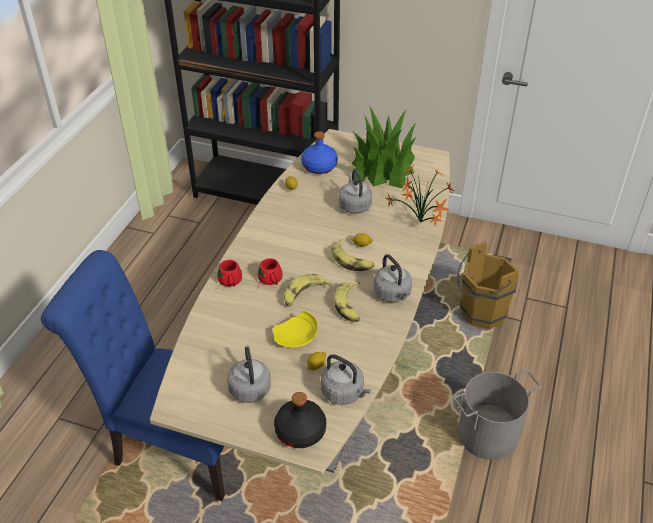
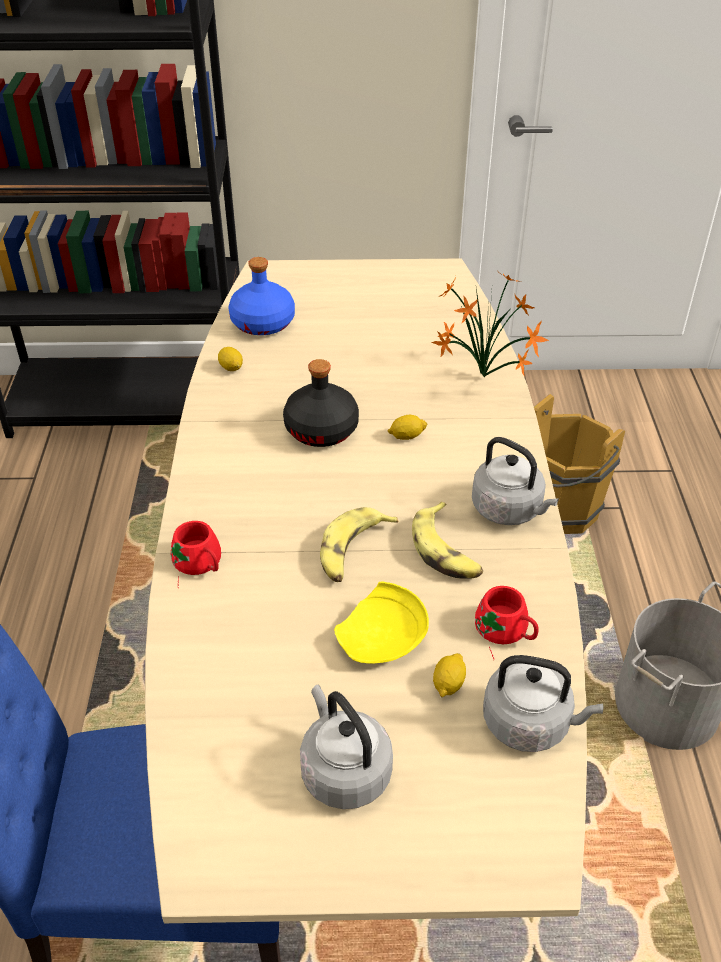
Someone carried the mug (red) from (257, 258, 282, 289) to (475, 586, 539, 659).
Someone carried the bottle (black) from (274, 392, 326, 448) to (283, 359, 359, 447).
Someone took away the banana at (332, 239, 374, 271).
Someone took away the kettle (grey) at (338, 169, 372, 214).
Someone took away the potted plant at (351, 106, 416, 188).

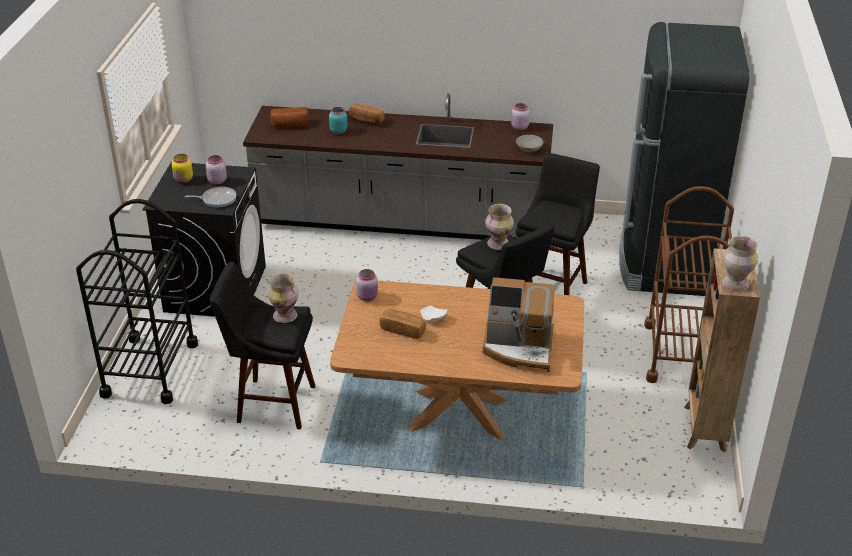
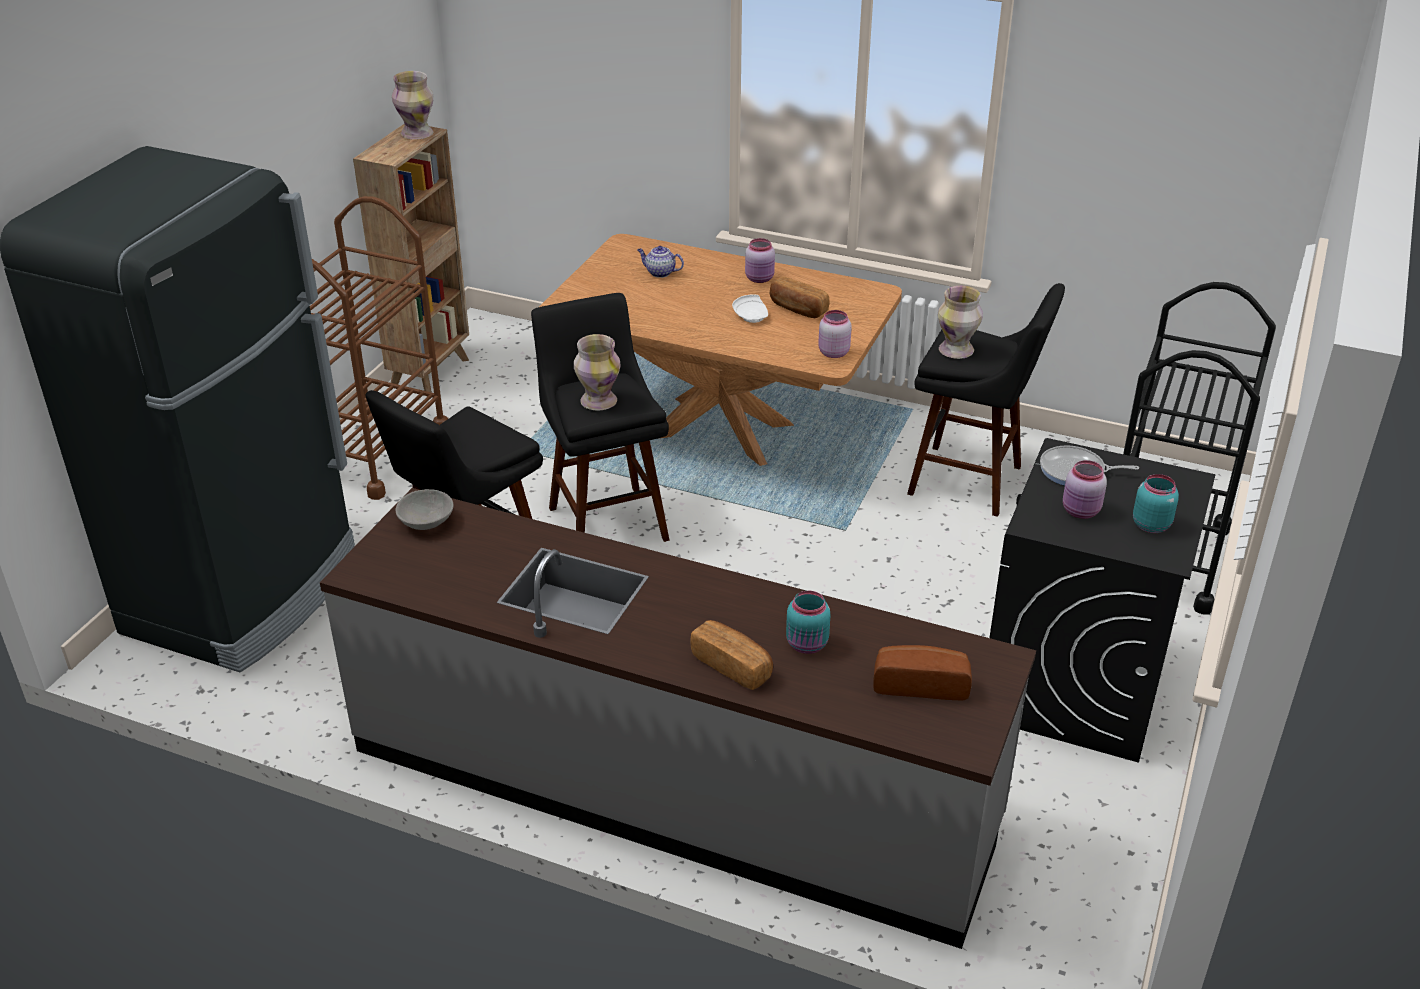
Someone repainted the jar (yellow) at (172, 154, 193, 183), which became the jar (turquoise) at (1133, 474, 1179, 533).
Someone swapped the coffee machine at (483, 277, 555, 372) for the teapot at (637, 246, 684, 278).
Someone carried the jar (pink) from (511, 103, 530, 130) to (745, 238, 775, 283).

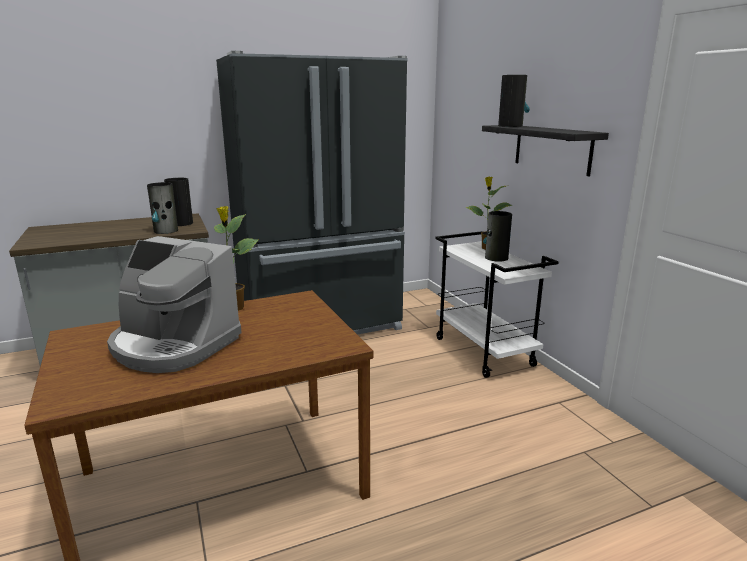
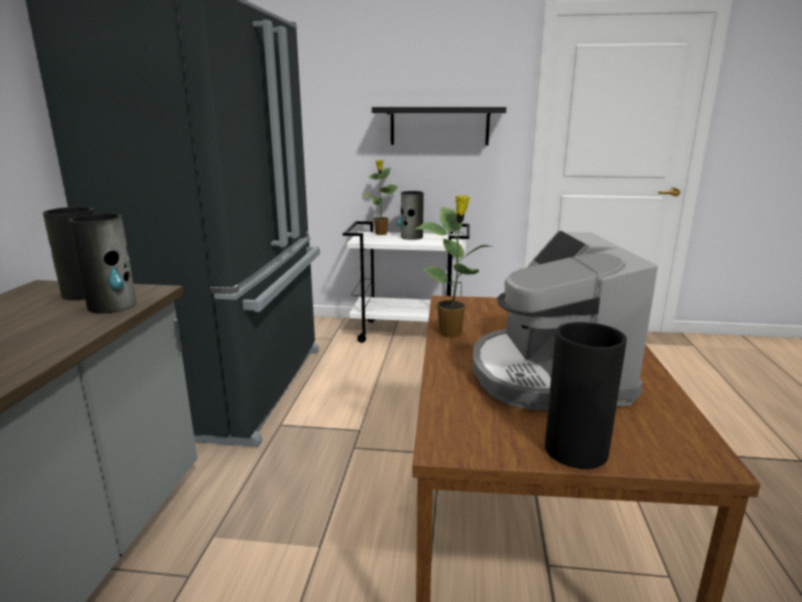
Someone rotated the coffee machine at (107, 236, 242, 373) by 120 degrees clockwise.
Someone carried the vase from (498, 75, 530, 127) to (545, 322, 627, 469).

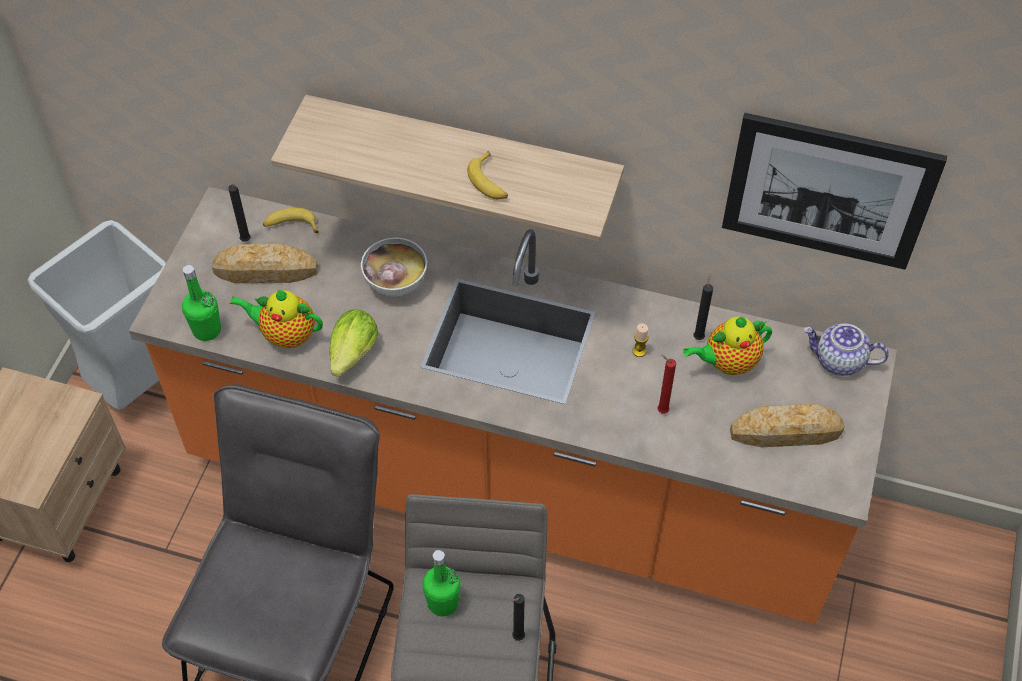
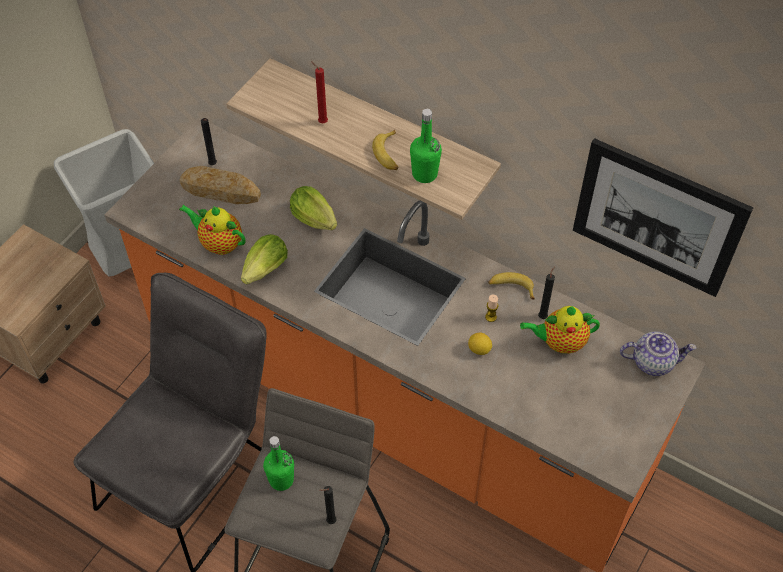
Someone carried the bottle (green) from (182, 265, 221, 341) to (410, 109, 442, 183).
Someone carried the banana from (263, 208, 319, 233) to (488, 272, 535, 299).
Someone swapped the bowl at (361, 238, 427, 297) for the lettuce at (290, 186, 337, 230).
Someone carried the candle (red) from (658, 355, 676, 414) to (311, 61, 328, 123).
Someone took away the bread at (730, 403, 845, 447).
Someone rotated the teapot at (803, 323, 889, 376) by 150 degrees clockwise.
Someone put down the lemon at (468, 333, 492, 355).

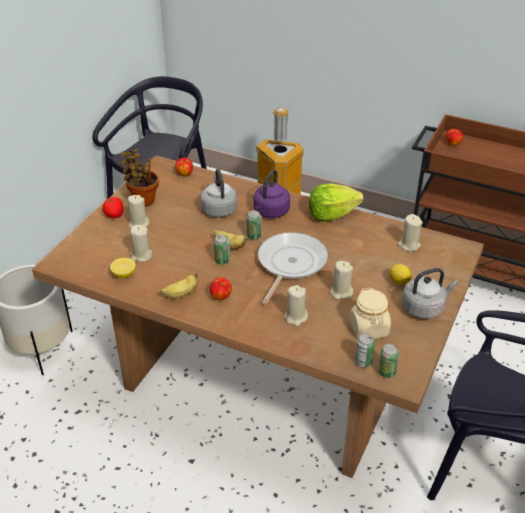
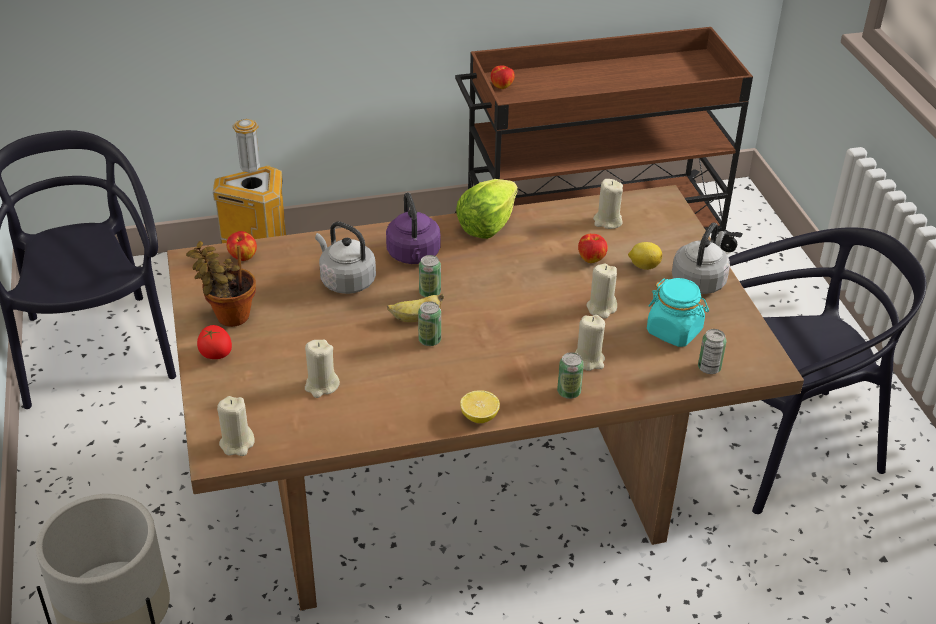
Someone carried the lemon from (110, 258, 136, 278) to (460, 390, 500, 423).
Someone carried the candle (beige) from (127, 195, 150, 228) to (217, 396, 255, 456).
Someone took away the banana at (160, 273, 198, 299).
Someone carried the apple from (210, 278, 232, 300) to (578, 234, 608, 263).
Someone took away the frying pan at (258, 232, 328, 304).
Someone repainted the jar (beige) at (349, 288, 391, 339), which became the jar (turquoise) at (647, 278, 709, 347).
Someone carried the can from (378, 344, 399, 378) to (557, 352, 584, 399).

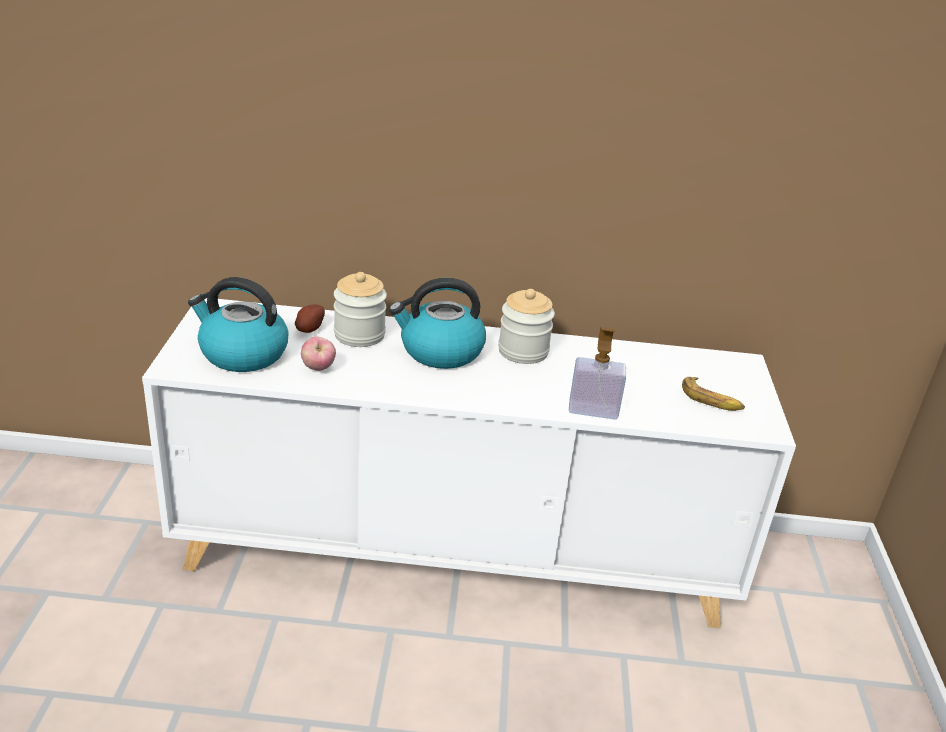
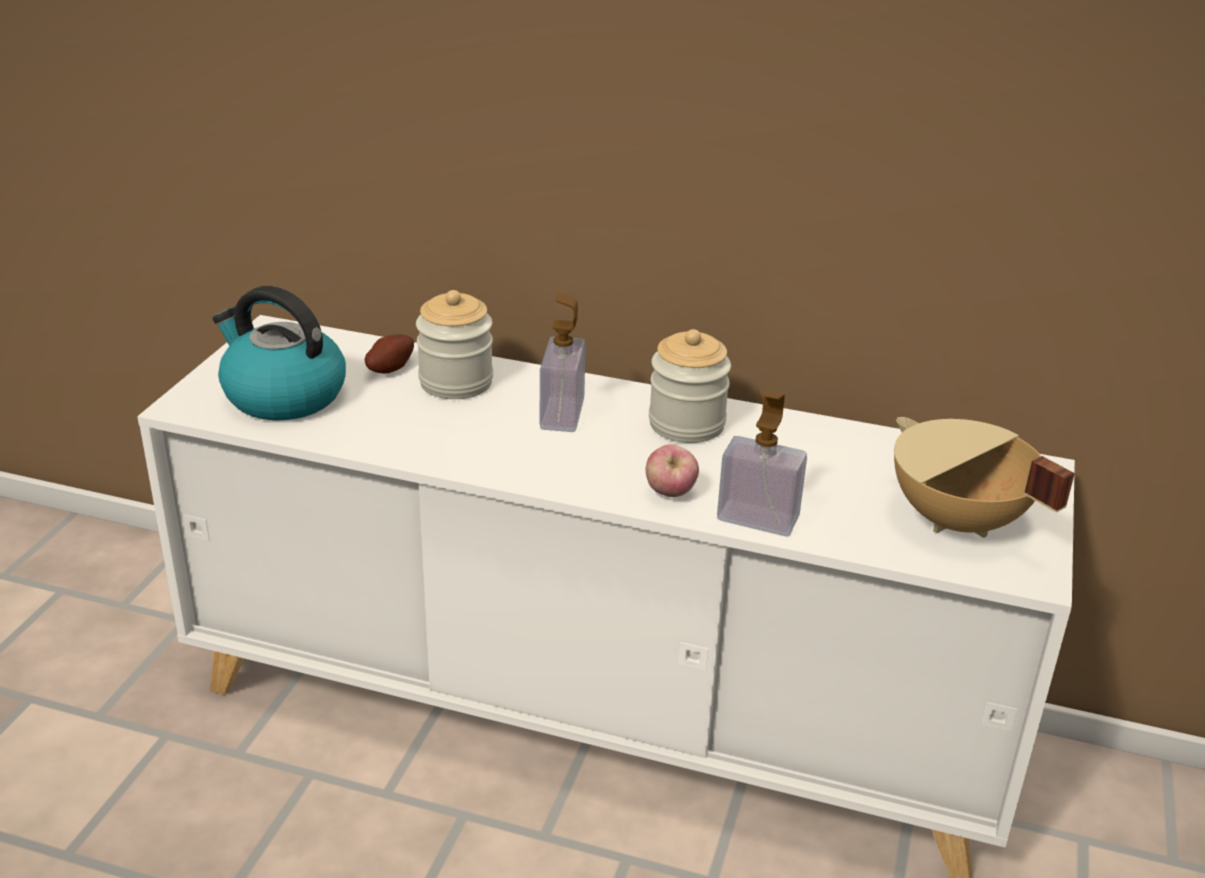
Someone carried the apple from (301, 336, 336, 371) to (645, 444, 699, 497).
Someone swapped the kettle at (389, 278, 486, 369) for the soap dispenser at (540, 293, 586, 432).
Someone swapped the banana at (682, 377, 745, 411) for the cooking pot (beige) at (894, 417, 1075, 538).

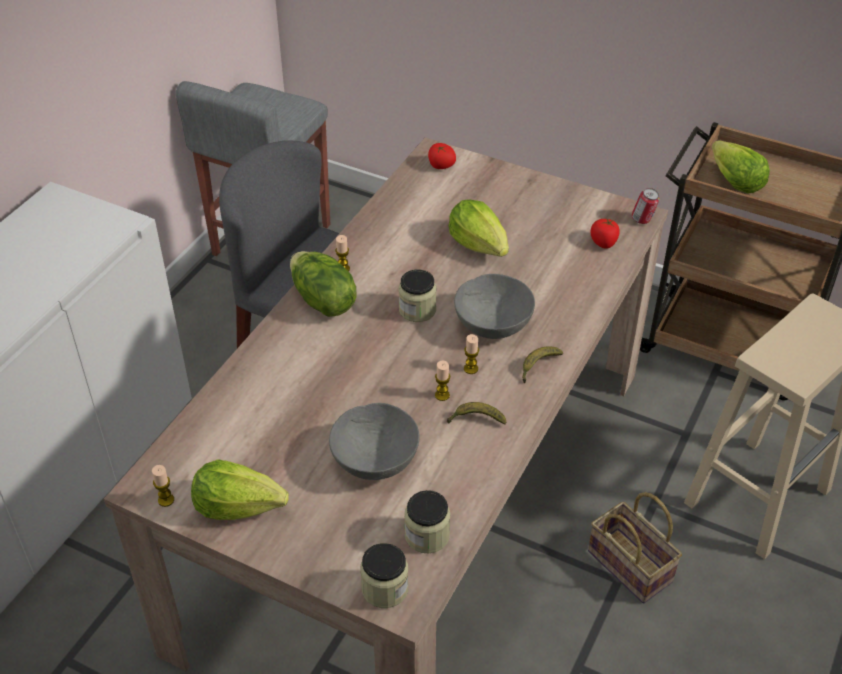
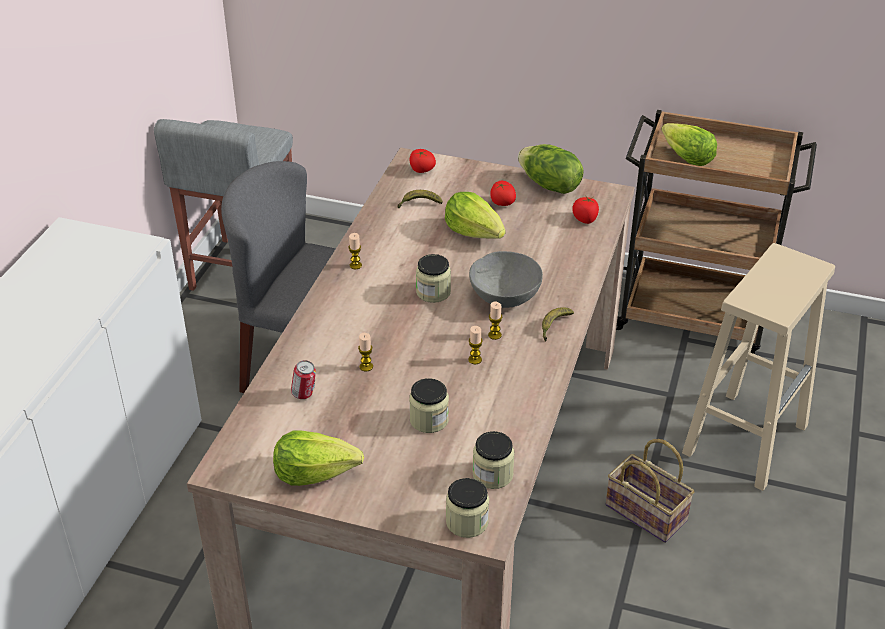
Someone carried the candle from (152, 465, 174, 507) to (358, 333, 373, 372).
Someone carried the lettuce from (290, 251, 357, 317) to (518, 144, 584, 194).
Someone swapped the bowl (grey) at (329, 403, 420, 480) for the jar at (409, 378, 449, 433).
Someone carried the banana from (447, 402, 506, 425) to (397, 190, 443, 208).
Someone carried the can from (632, 188, 659, 224) to (291, 360, 316, 399).
Someone put down the tomato at (490, 181, 516, 206).

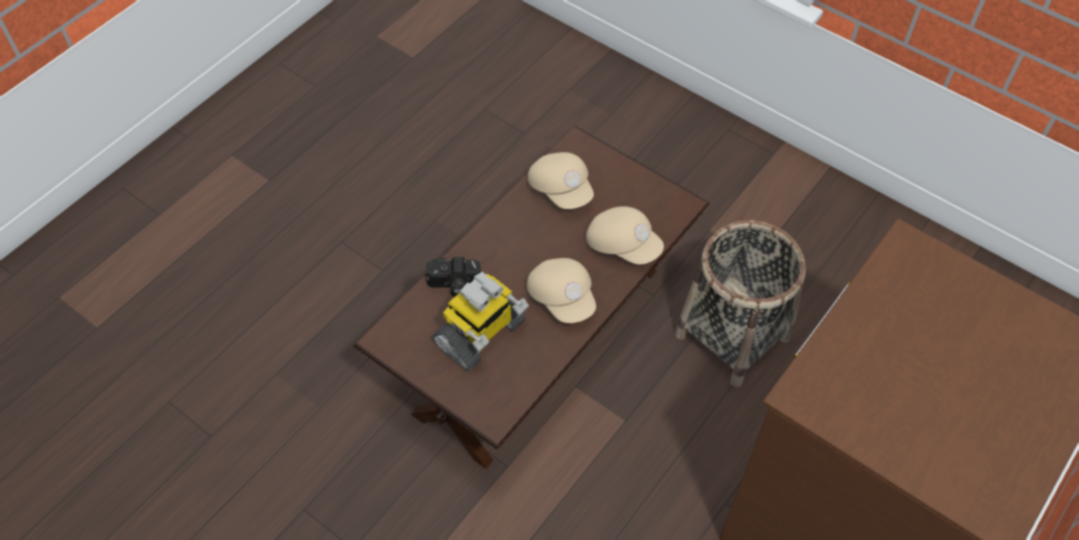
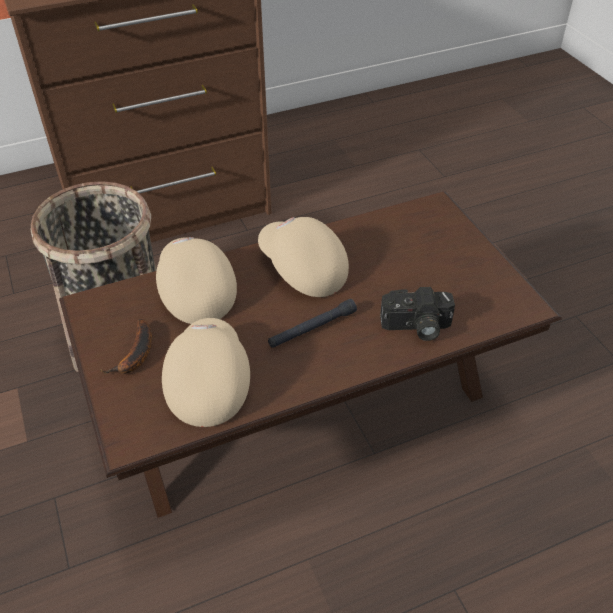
Someone rotated the photo camera at (425, 257, 481, 297) by 150 degrees clockwise.
Someone took away the toy robot at (432, 272, 529, 372).
Someone rotated the cap (beige) at (527, 258, 596, 323) by 45 degrees counterclockwise.
Someone put down the banana at (100, 319, 152, 374).
Someone put down the flashlight (black) at (268, 299, 357, 348).

